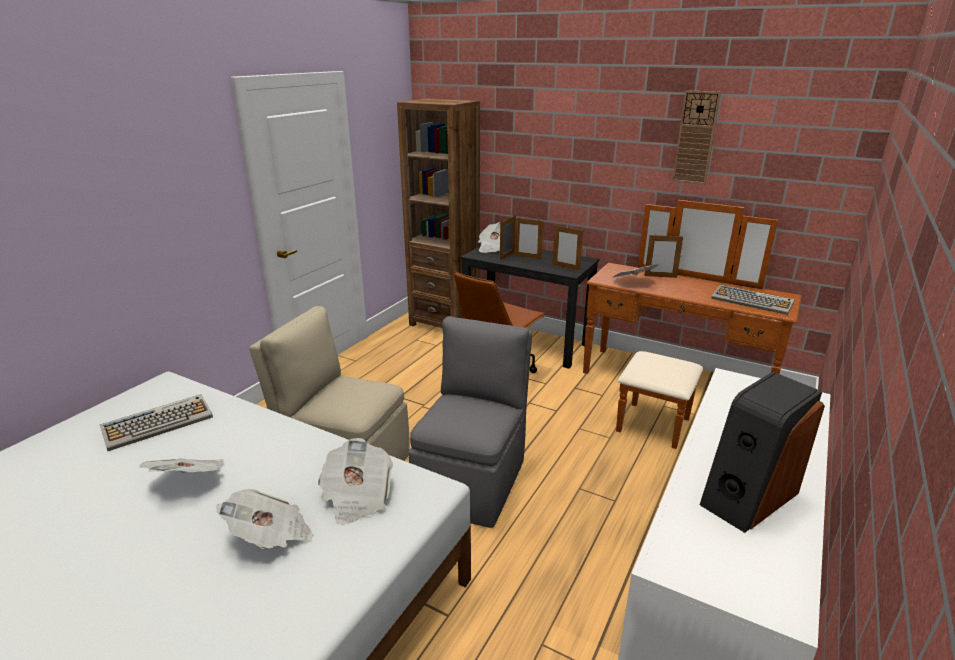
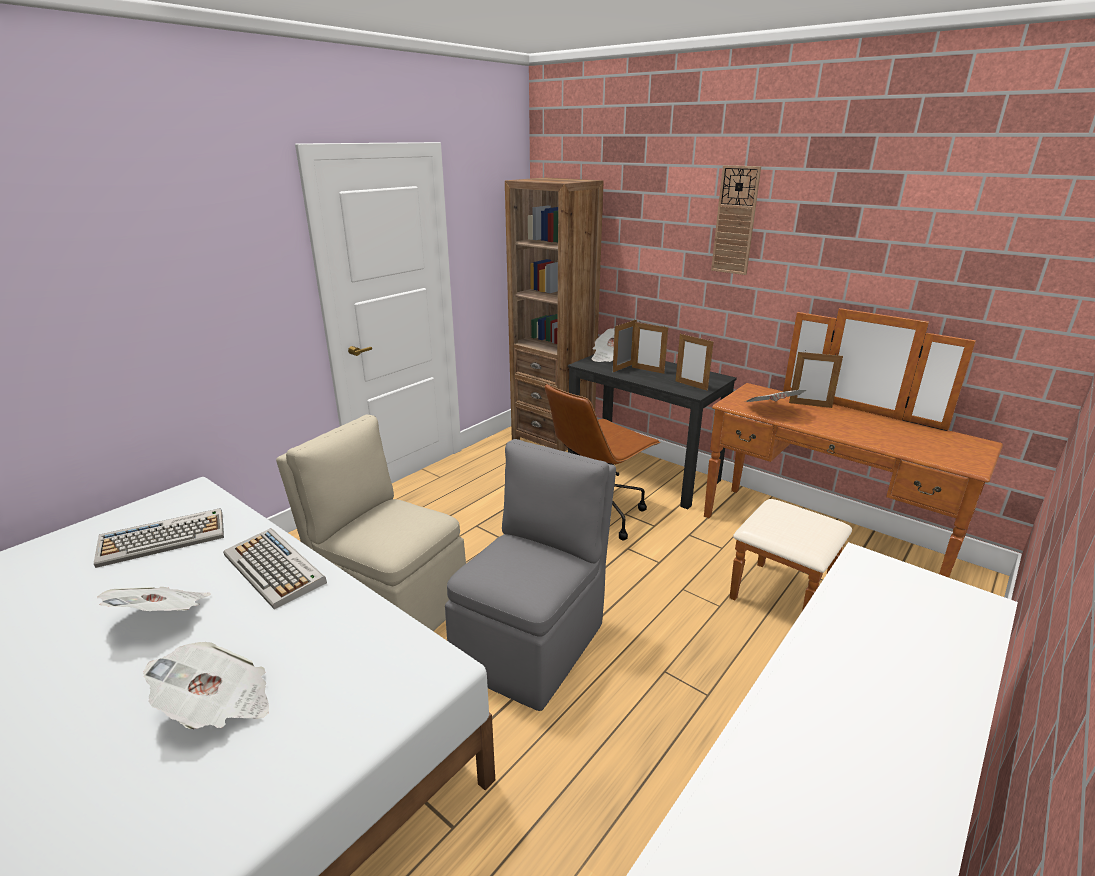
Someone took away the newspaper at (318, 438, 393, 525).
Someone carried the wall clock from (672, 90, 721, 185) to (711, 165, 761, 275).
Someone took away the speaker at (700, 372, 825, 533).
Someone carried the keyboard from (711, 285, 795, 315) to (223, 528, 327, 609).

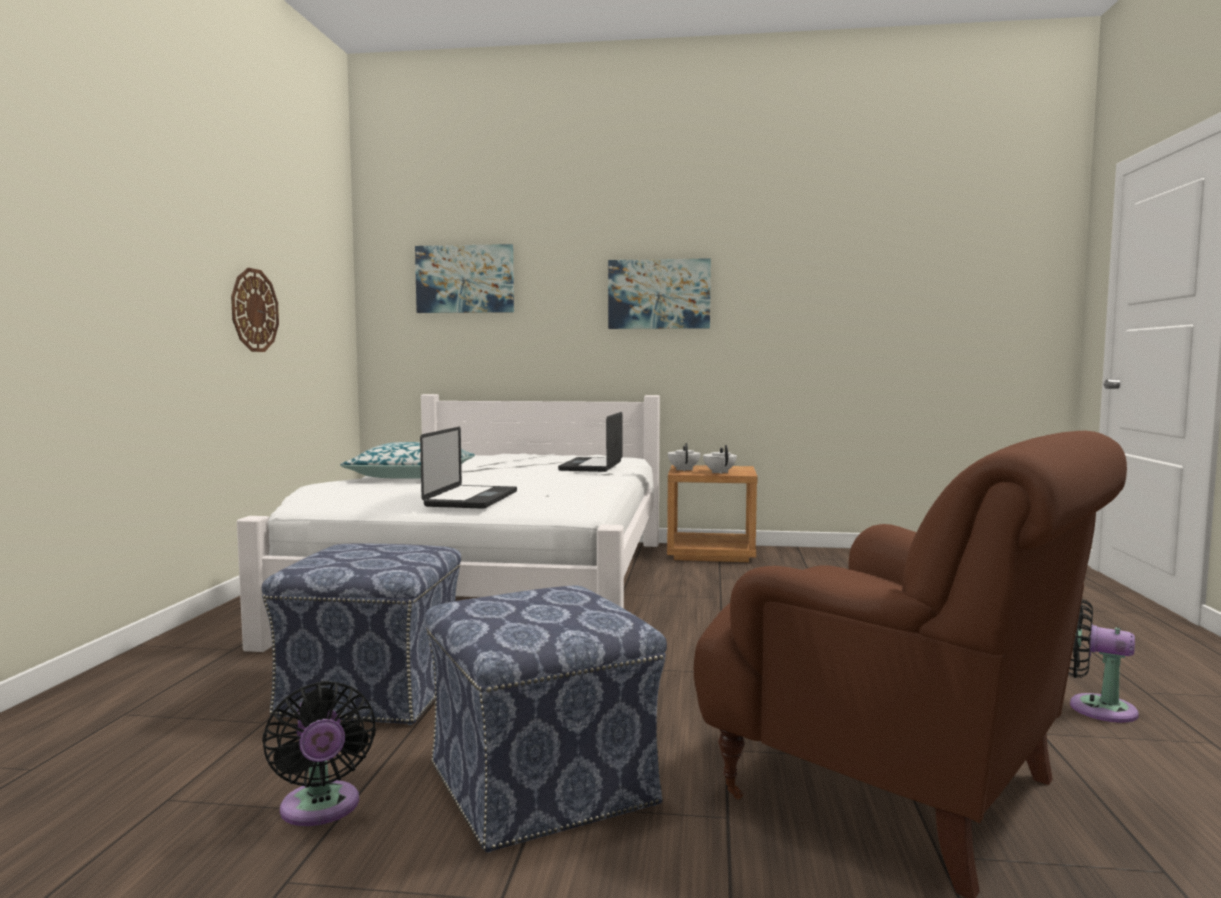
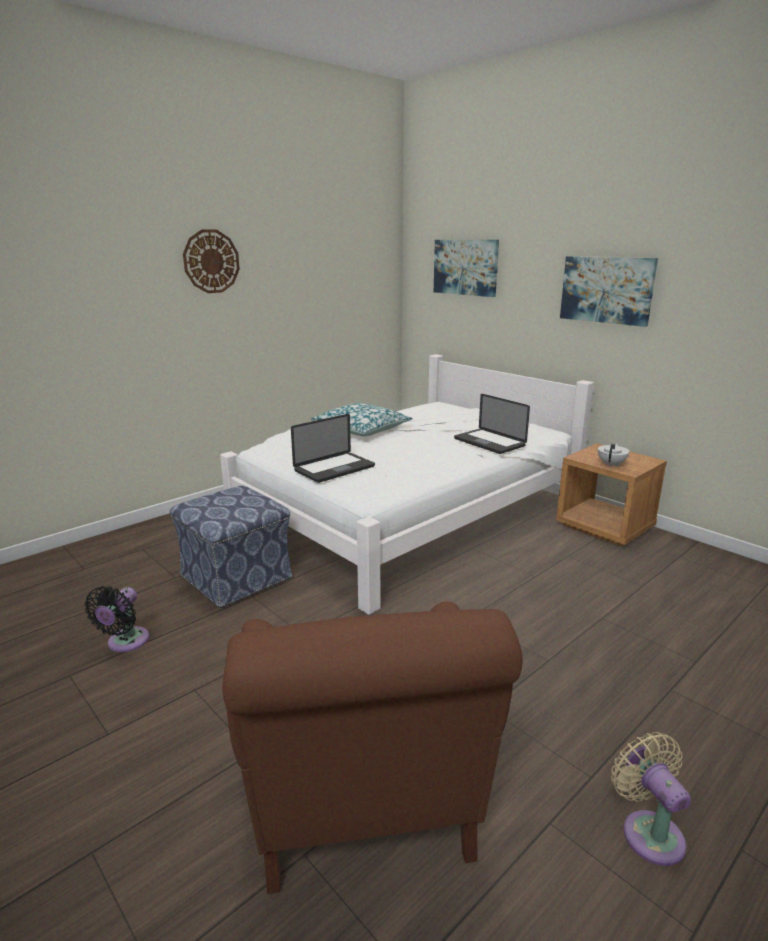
Someone carried the wall clock from (231, 268, 279, 352) to (183, 229, 240, 293).
Someone took away the ottoman at (424, 585, 667, 853).
Someone rotated the laptop at (558, 412, 623, 472) by 90 degrees counterclockwise.
Someone took away the teapot (white) at (668, 443, 701, 471).
Someone repainted the fan (black) at (1068, 599, 1139, 723), which became the fan (beige) at (611, 732, 691, 866).

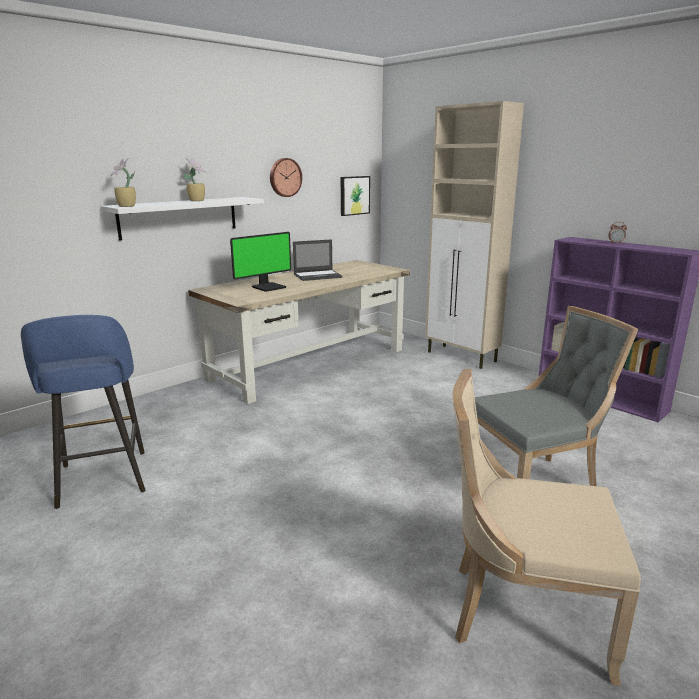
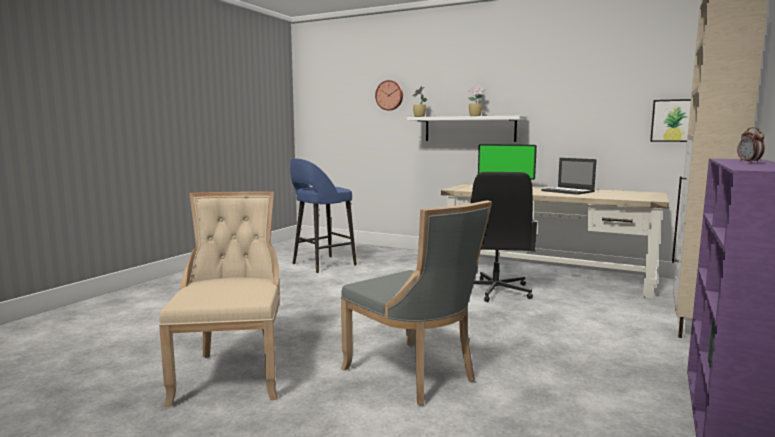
Someone carried the wall clock from (270, 158, 302, 197) to (375, 80, 403, 111).
Someone put down the office chair (black) at (471, 172, 538, 302).

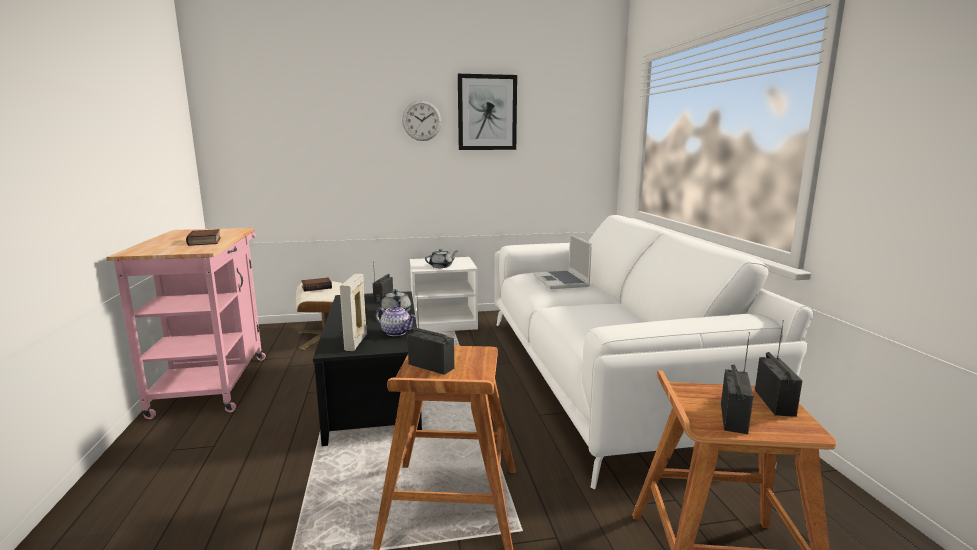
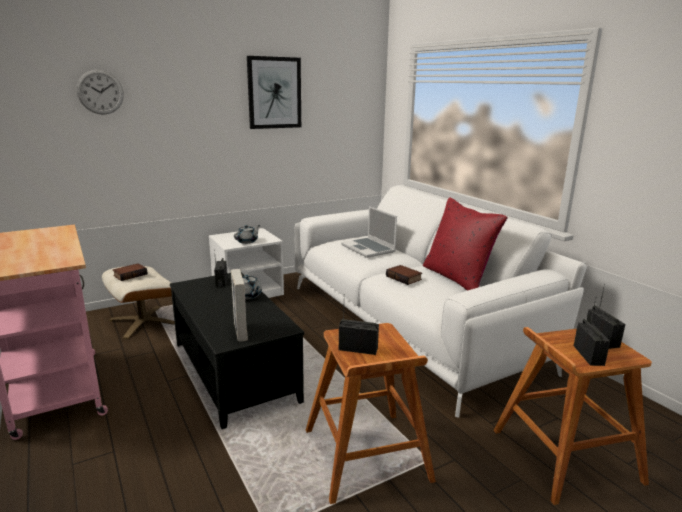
Someone carried the book from (186, 229, 221, 246) to (386, 265, 422, 285).
Someone took away the teapot at (376, 305, 416, 336).
Someone carried the wall clock from (402, 100, 442, 141) to (77, 70, 124, 115).
Someone put down the pillow (red) at (423, 198, 508, 291).

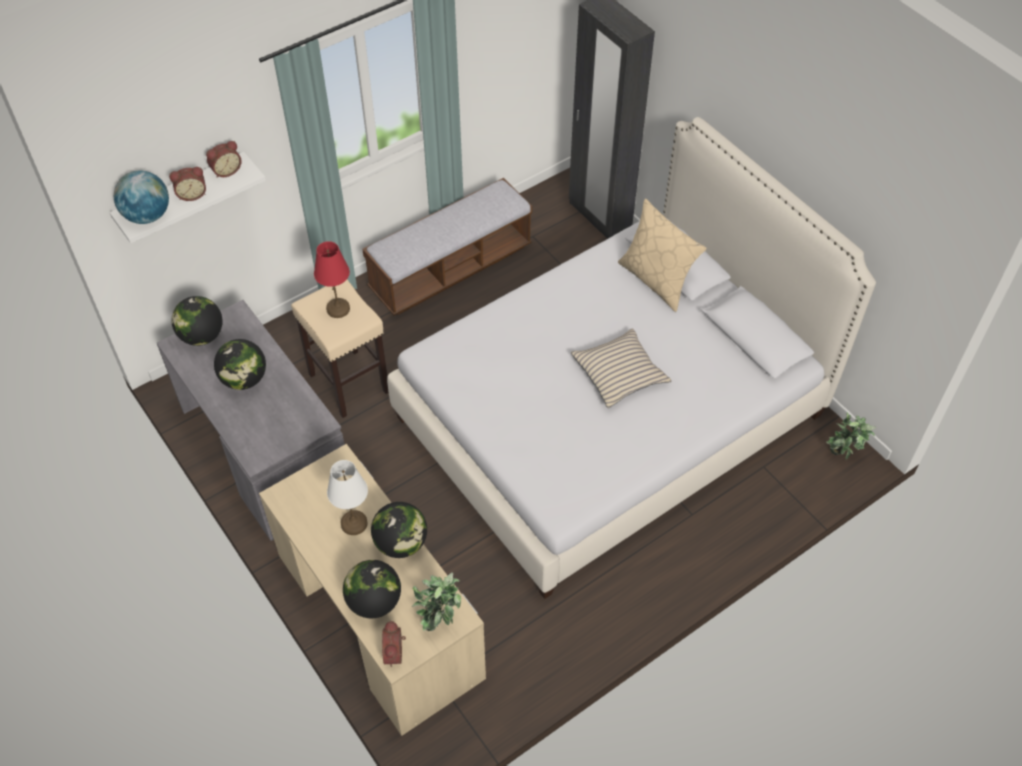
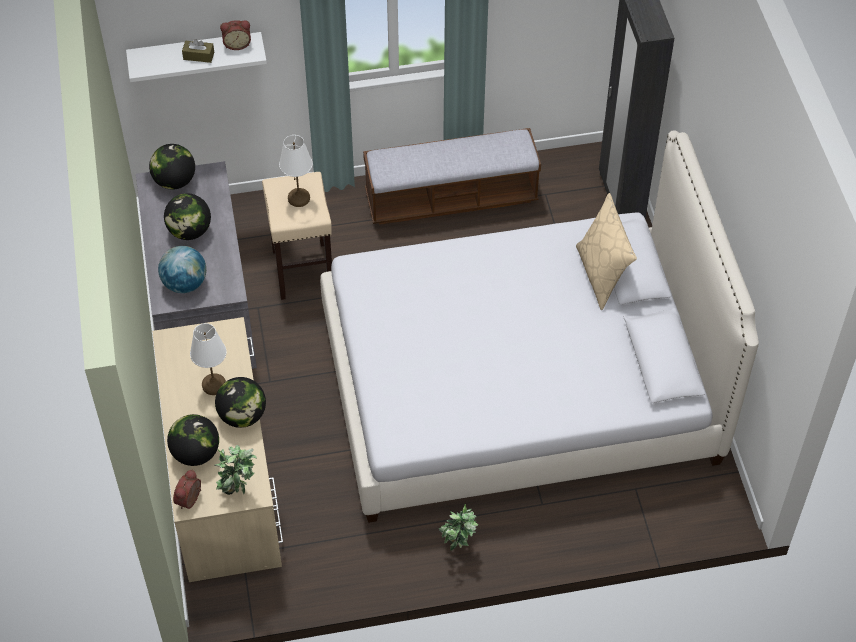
Someone carried the globe from (114, 171, 169, 224) to (158, 246, 206, 293).
Someone swapped the alarm clock at (169, 167, 206, 201) for the tissue box (brown) at (182, 39, 214, 63).
Someone repainted the table lamp (red) at (314, 241, 350, 318), which became the table lamp (white) at (279, 135, 313, 207).
Someone took away the pillow (beige) at (571, 328, 671, 408).
Someone carried the potted plant from (826, 412, 876, 460) to (439, 504, 478, 551).

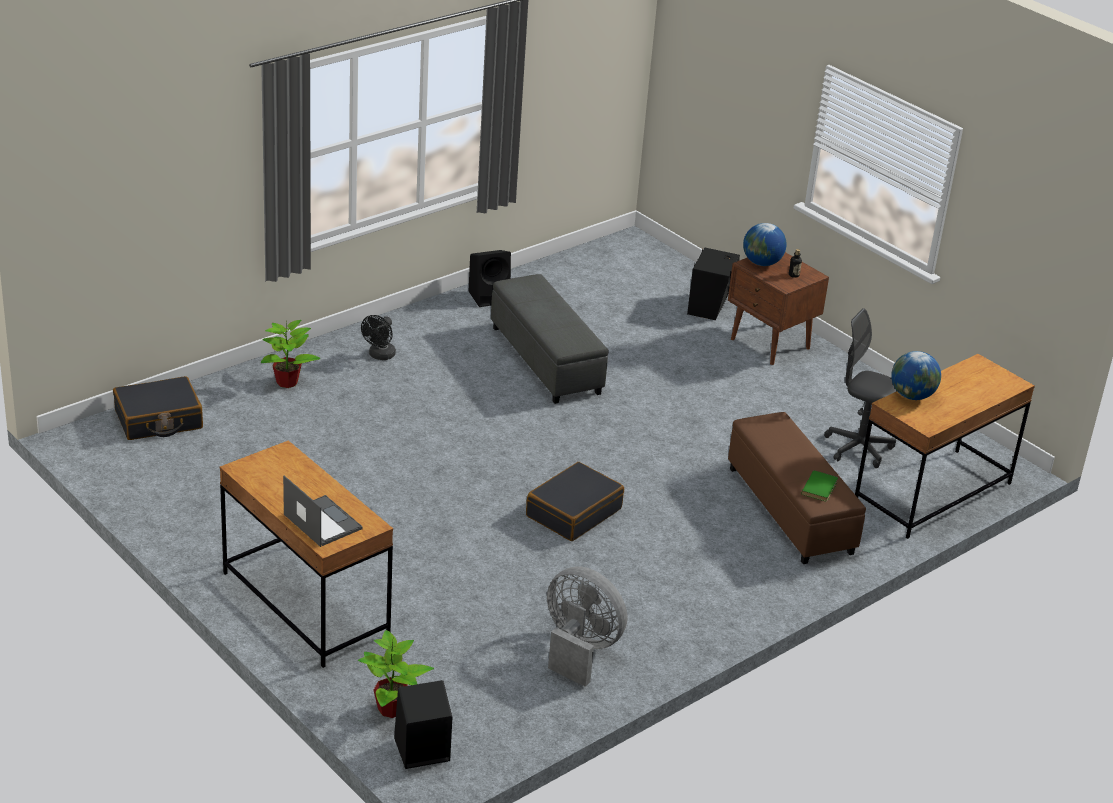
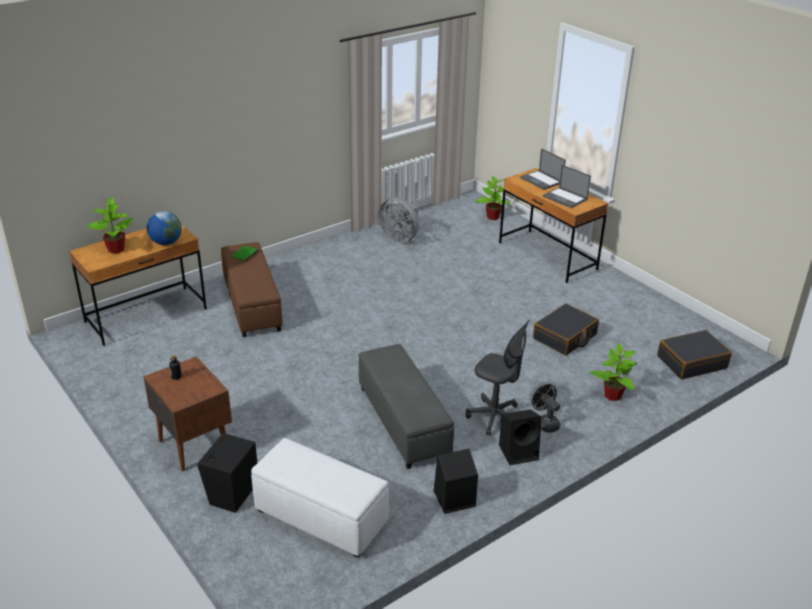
Someone rotated the fan (black) at (361, 315, 396, 360) by 60 degrees counterclockwise.
Someone carried the speaker (black) from (394, 680, 452, 769) to (499, 409, 541, 465).
Someone carried the suitcase (black) from (526, 462, 624, 541) to (533, 304, 599, 355).
Someone took away the globe at (743, 223, 787, 266).
Someone carried the office chair (grey) from (824, 308, 897, 468) to (466, 320, 530, 436).
Someone put down the potted plant at (86, 197, 133, 253).
Someone put down the ottoman (white) at (251, 438, 389, 558).
Someone put down the laptop at (543, 165, 591, 208).

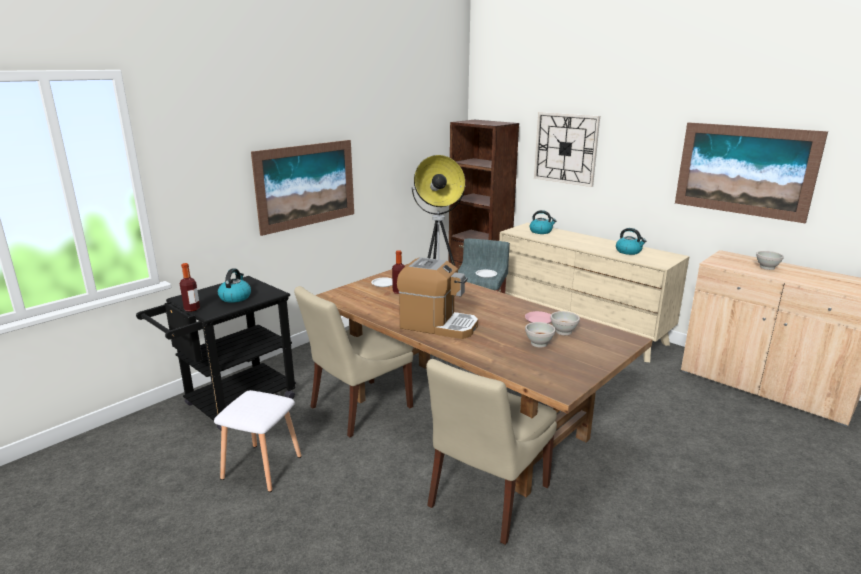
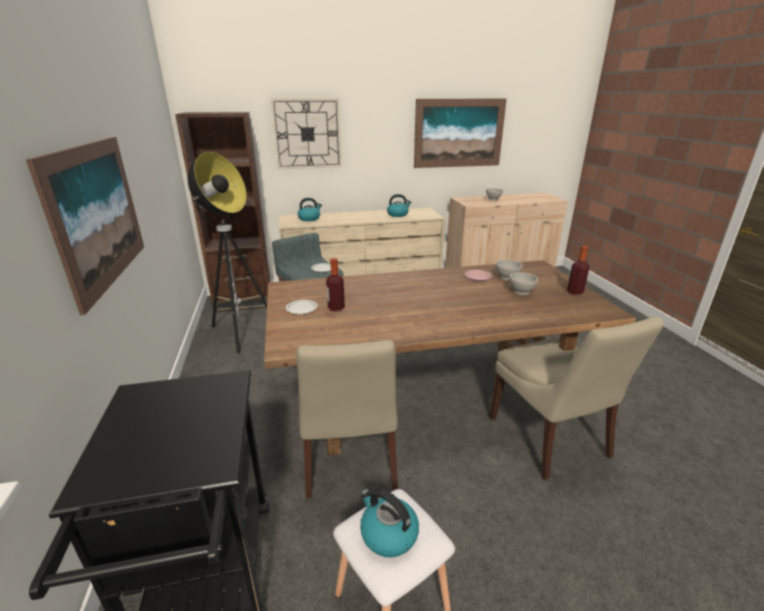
Someone carried the bottle from (180, 263, 200, 312) to (567, 246, 589, 295).
Someone carried the kettle from (218, 268, 251, 303) to (360, 489, 419, 558).
Someone took away the coffee machine at (397, 257, 478, 339).

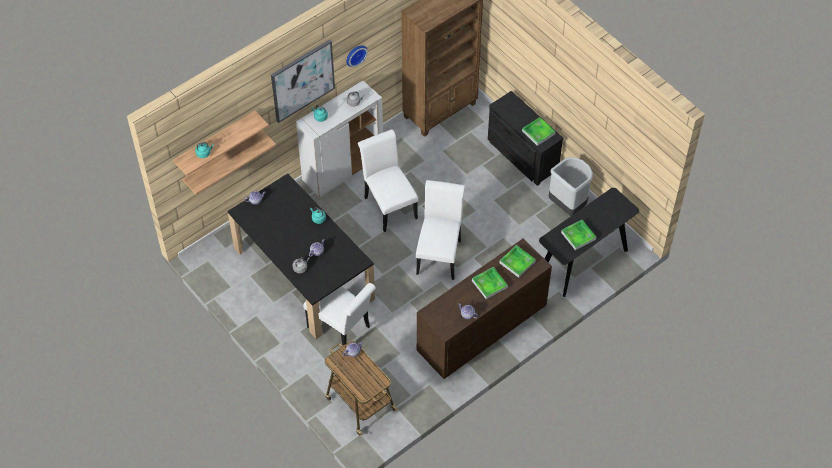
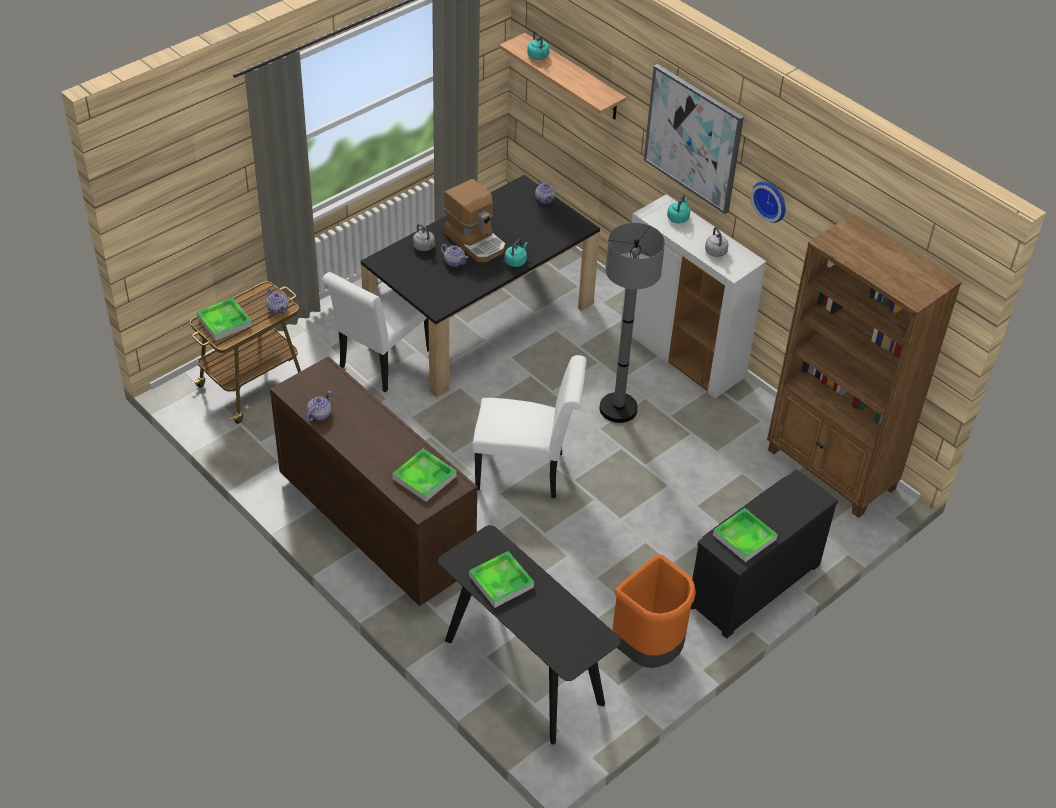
Someone took away the shelf at (183, 130, 276, 195).
Someone swapped the chair (white) at (358, 129, 418, 232) for the floor lamp (grey) at (599, 223, 665, 423).
Someone carried the tray from (472, 267, 508, 299) to (196, 298, 252, 341).
Someone repainted the trash can (grey) at (549, 157, 593, 216), which became the trash can (orange) at (612, 554, 696, 668).
Someone put down the coffee machine at (444, 179, 506, 262).

